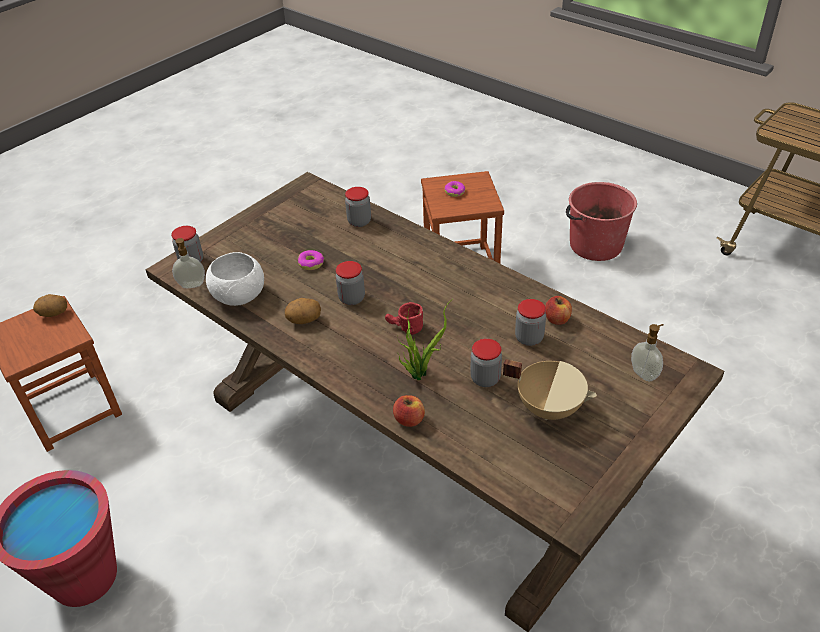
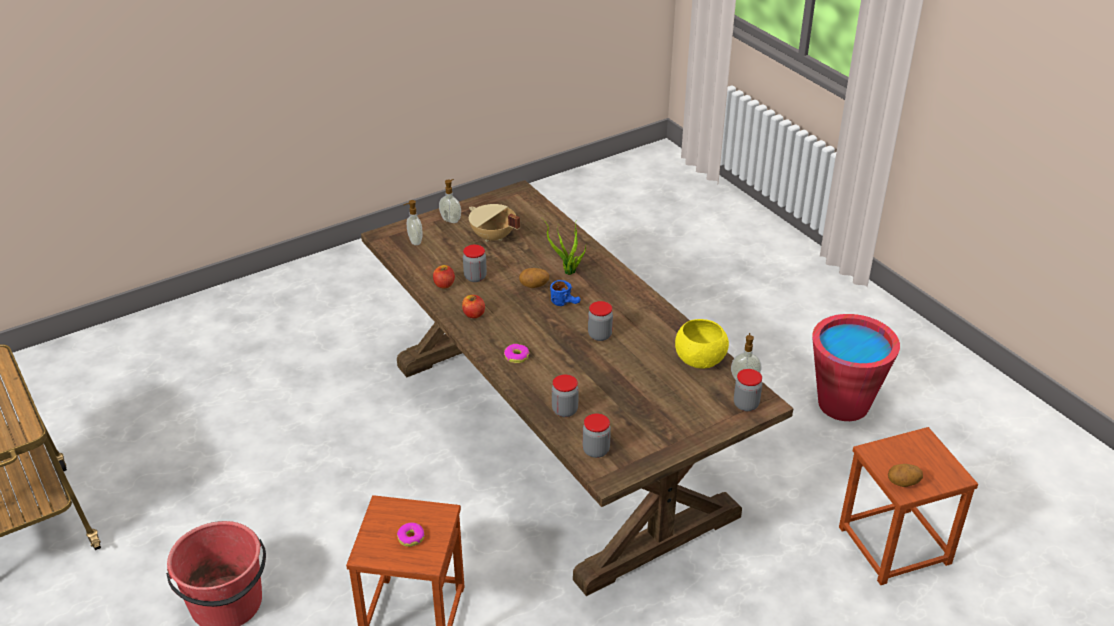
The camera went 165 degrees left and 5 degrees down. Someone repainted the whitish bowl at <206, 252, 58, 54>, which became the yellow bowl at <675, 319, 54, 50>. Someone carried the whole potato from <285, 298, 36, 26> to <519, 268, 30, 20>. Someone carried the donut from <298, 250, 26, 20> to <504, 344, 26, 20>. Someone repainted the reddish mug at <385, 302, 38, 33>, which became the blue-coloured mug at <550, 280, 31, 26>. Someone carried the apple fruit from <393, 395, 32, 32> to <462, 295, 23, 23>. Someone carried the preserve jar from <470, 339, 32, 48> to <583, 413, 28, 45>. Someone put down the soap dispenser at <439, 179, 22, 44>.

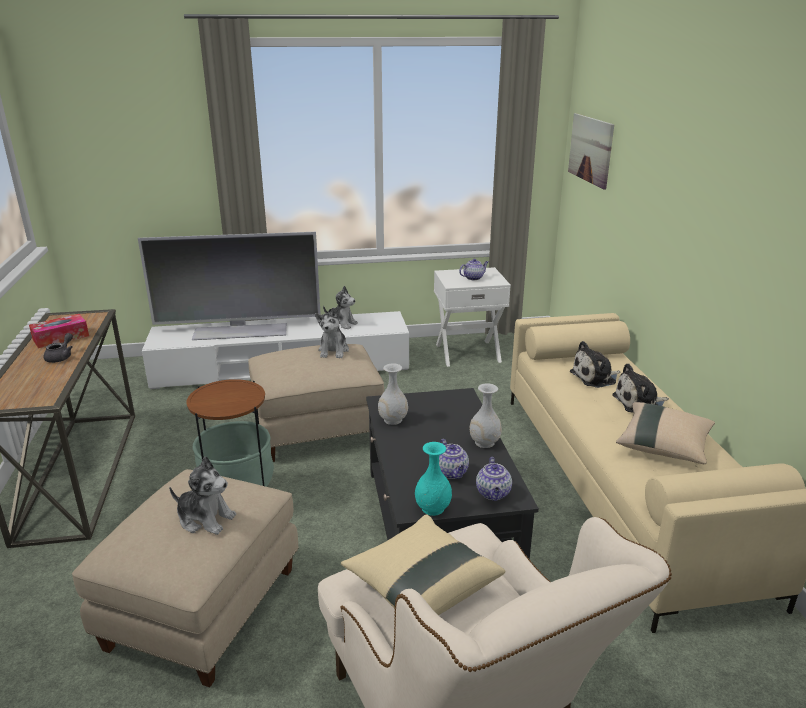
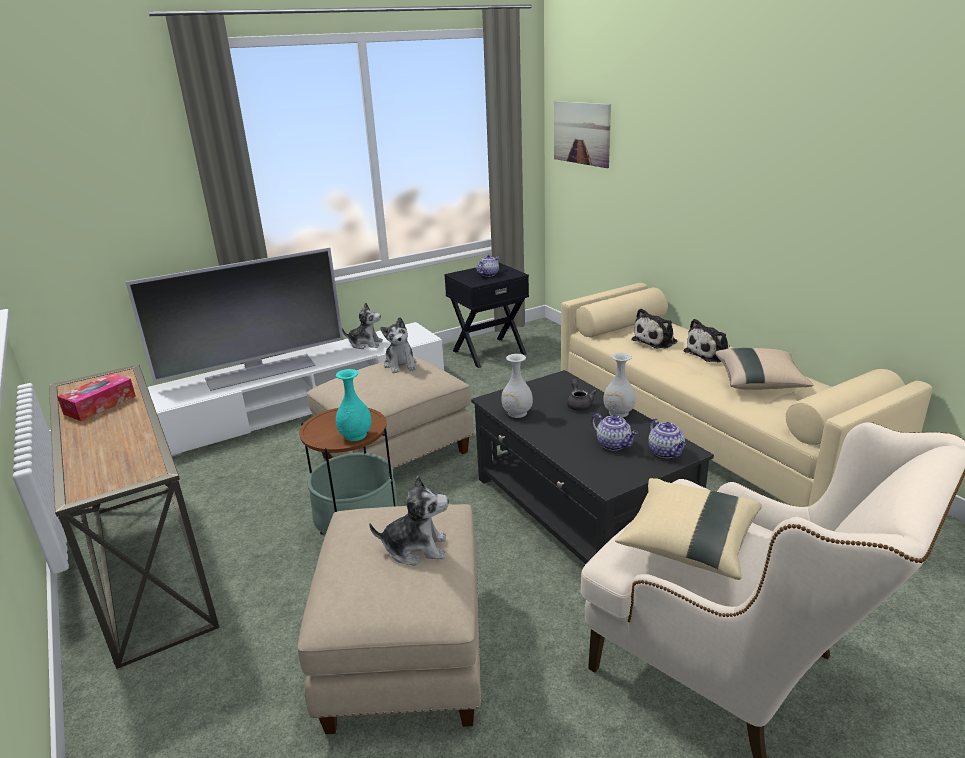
The camera went 20 degrees left and 0 degrees up. Someone carried the greyish teapot from <44, 333, 29, 30> to <567, 379, 30, 32>. Someone carried the turquoise decorative vase from <415, 442, 37, 74> to <336, 369, 36, 72>. Someone repainted the whitish night table at <434, 267, 77, 100>, which became the blackish night table at <444, 263, 85, 105>.

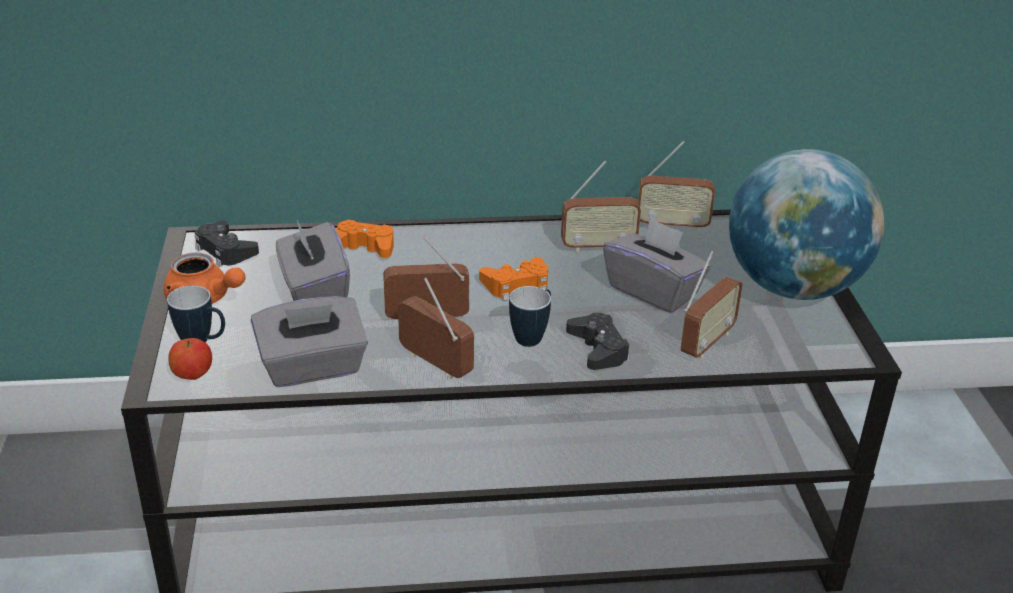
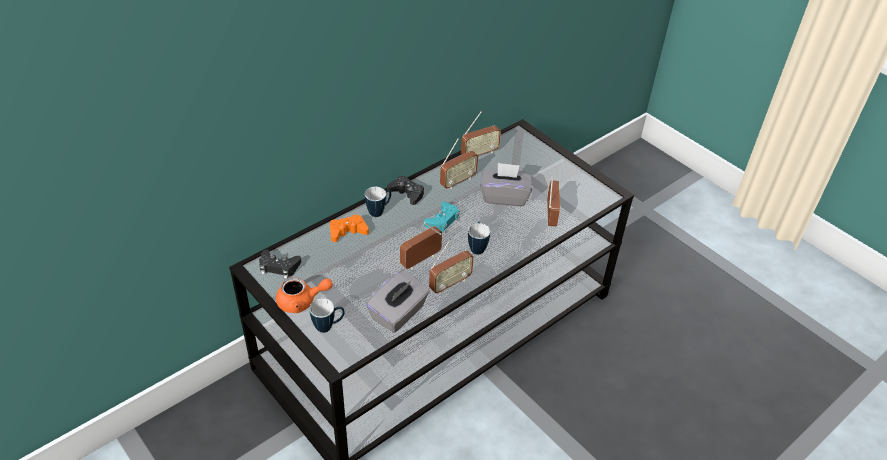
The camera went 35 degrees left and 10 degrees up. Someone took away the apple fruit at <168, 338, 44, 42>. Someone took away the greyish box of tissues at <276, 220, 74, 81>. Someone rotated the radio set at <398, 278, 76, 101> by 135 degrees clockwise. Someone repainted the orange joypad at <479, 257, 69, 44>, which became the turquoise joypad at <424, 202, 36, 31>. Someone carried the blackish joypad from <566, 313, 64, 57> to <387, 176, 37, 29>. Someone took away the globe at <729, 149, 155, 151>. Someone put down the mug at <365, 187, 26, 30>.

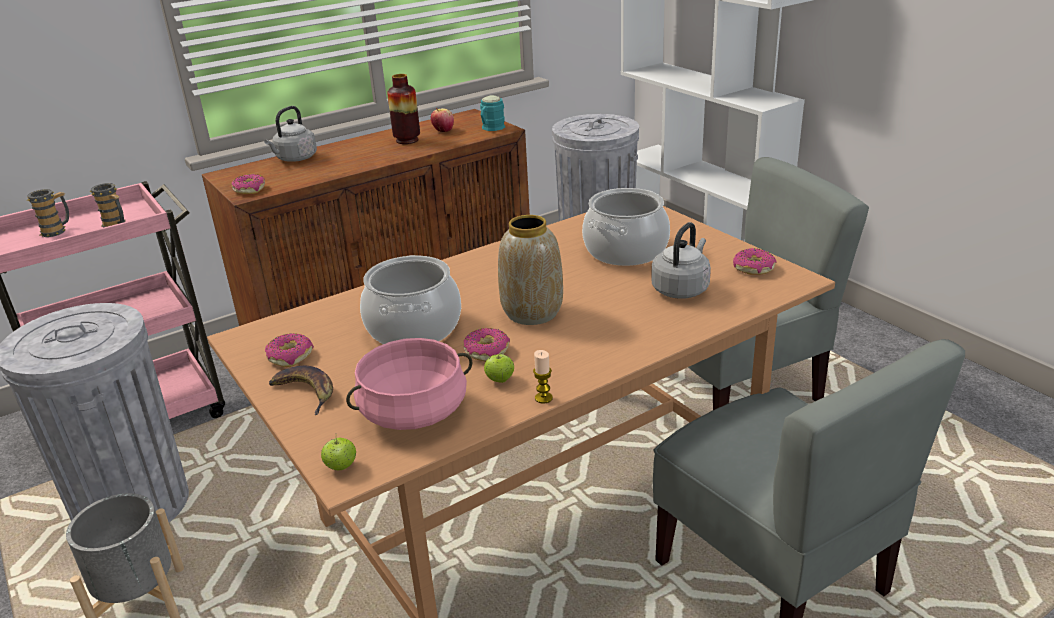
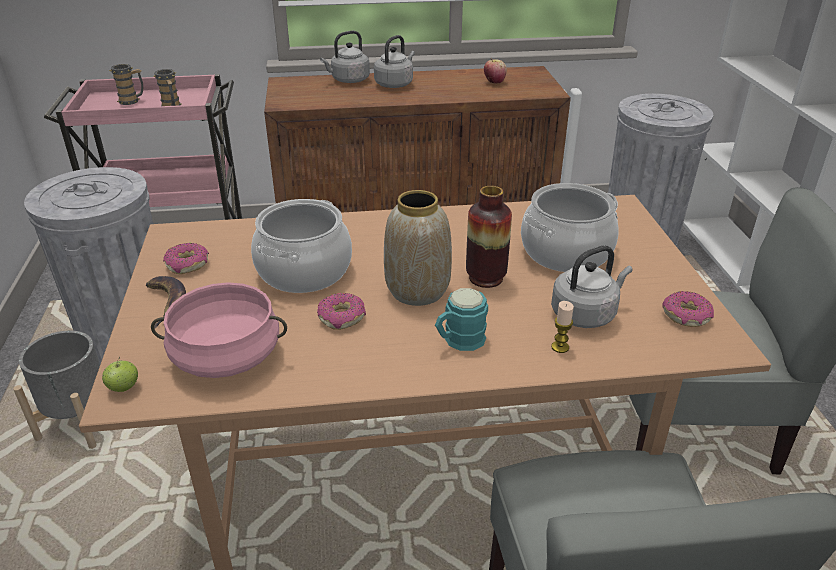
The camera went 25 degrees right and 5 degrees up. Someone took away the donut at <231, 174, 34, 20>. Someone carried the decorative vase from <387, 74, 33, 70> to <466, 186, 46, 102>. Someone carried the turquoise mug from <480, 95, 25, 36> to <435, 288, 53, 63>. Someone took away the apple fruit at <484, 352, 30, 31>. Someone carried the candle from <533, 350, 20, 54> to <551, 301, 23, 52>. Someone put down the greyish water kettle at <374, 35, 41, 53>.

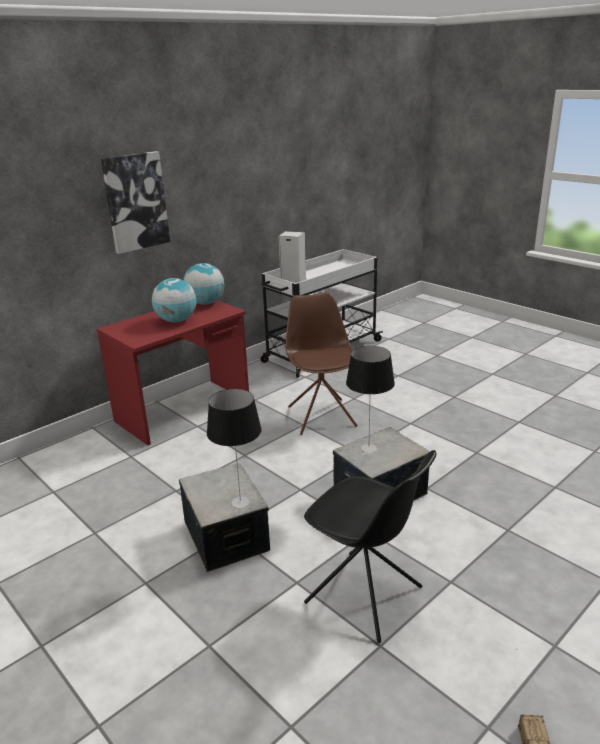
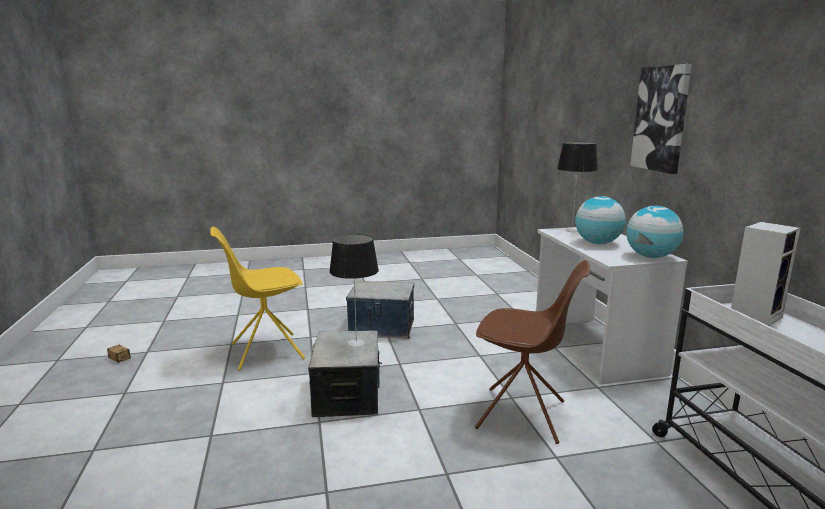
The camera went 120 degrees right and 10 degrees down. Someone repainted the reddish desk at <96, 300, 153, 145>, which became the whitish desk at <536, 227, 152, 157>. Someone carried the lamp for a table from <207, 389, 55, 119> to <557, 142, 41, 90>. Someone repainted the blackish upright chair at <304, 450, 132, 193>, which became the yellow upright chair at <210, 226, 95, 144>.

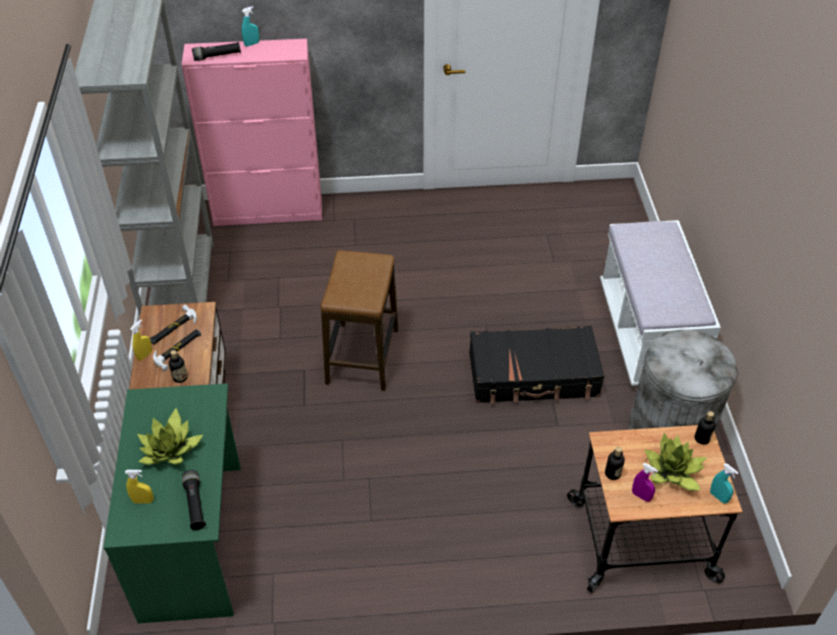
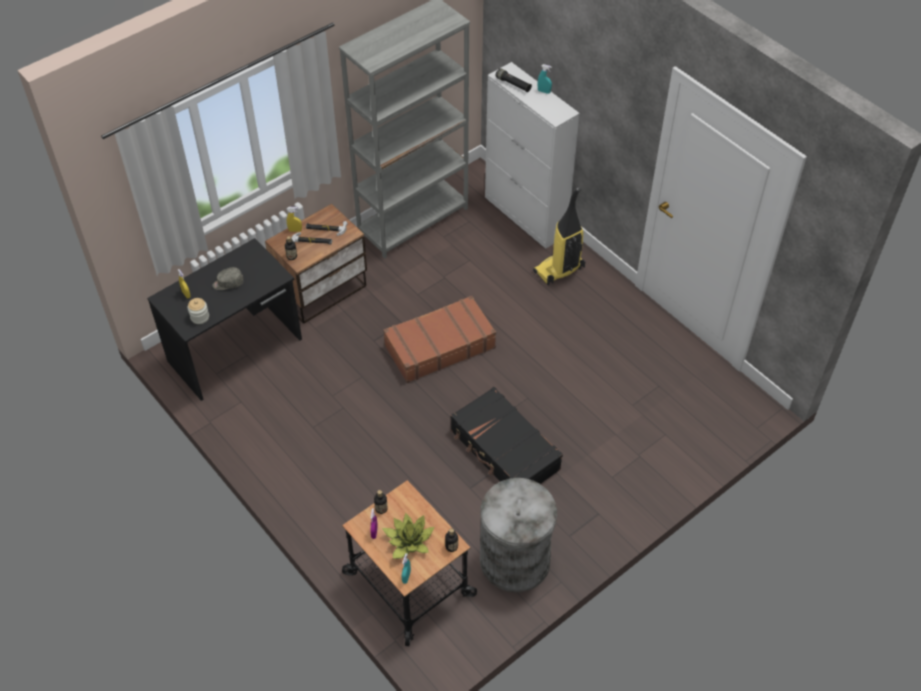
The camera went 55 degrees right and 5 degrees up. Someone repainted the greenish desk at <104, 383, 137, 240>, which became the blackish desk at <147, 238, 155, 163>. Someone swapped the houseplant at <137, 408, 67, 57> for the greyish cap at <213, 267, 31, 23>. Someone repainted the pinkish cabinet at <181, 39, 141, 187>, which became the whitish cabinet at <485, 62, 95, 187>. Someone swapped the blackish hand torch at <182, 470, 24, 60> for the preserve jar at <187, 298, 22, 26>. Someone swapped the stool seat at <320, 250, 78, 141> for the brown travel case at <383, 295, 113, 88>. Someone took away the whitish bench at <600, 220, 121, 166>. Someone put down the hoover at <533, 187, 52, 99>.

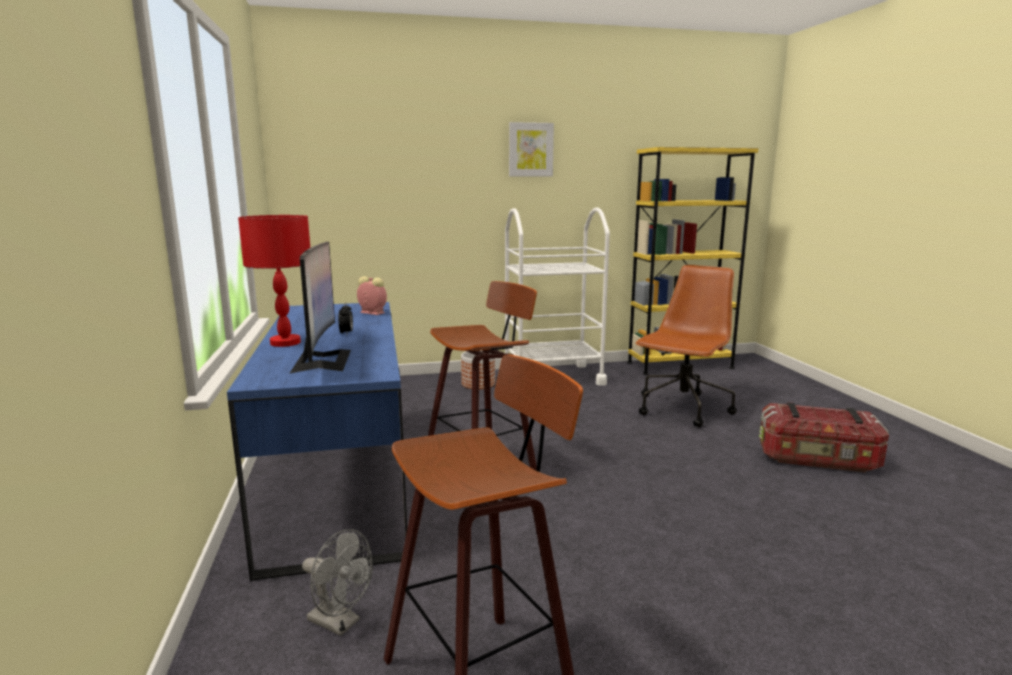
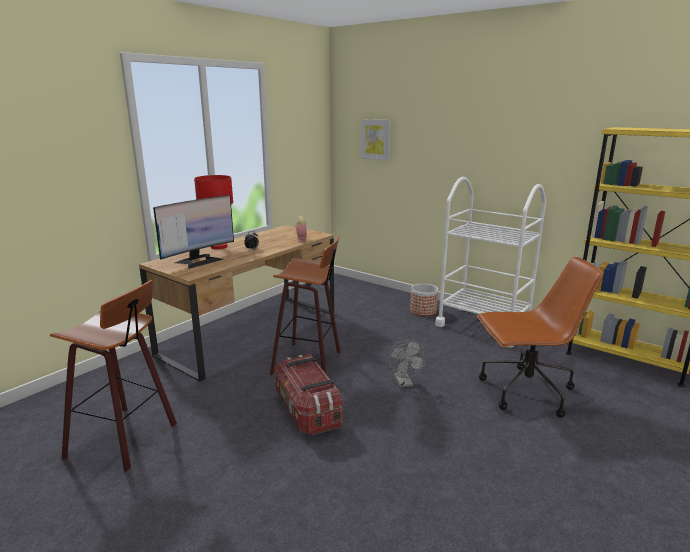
The camera went 50 degrees right and 5 degrees up. Someone repainted the blue-coloured desk at <227, 302, 180, 280>, which became the brown desk at <139, 225, 195, 157>. Someone carried the greyish electric fan from <302, 529, 71, 107> to <388, 340, 38, 47>. Someone carried the wall picture from <509, 122, 45, 55> to <361, 119, 29, 42>. Someone carried the storage container from <759, 402, 130, 71> to <274, 354, 68, 81>.

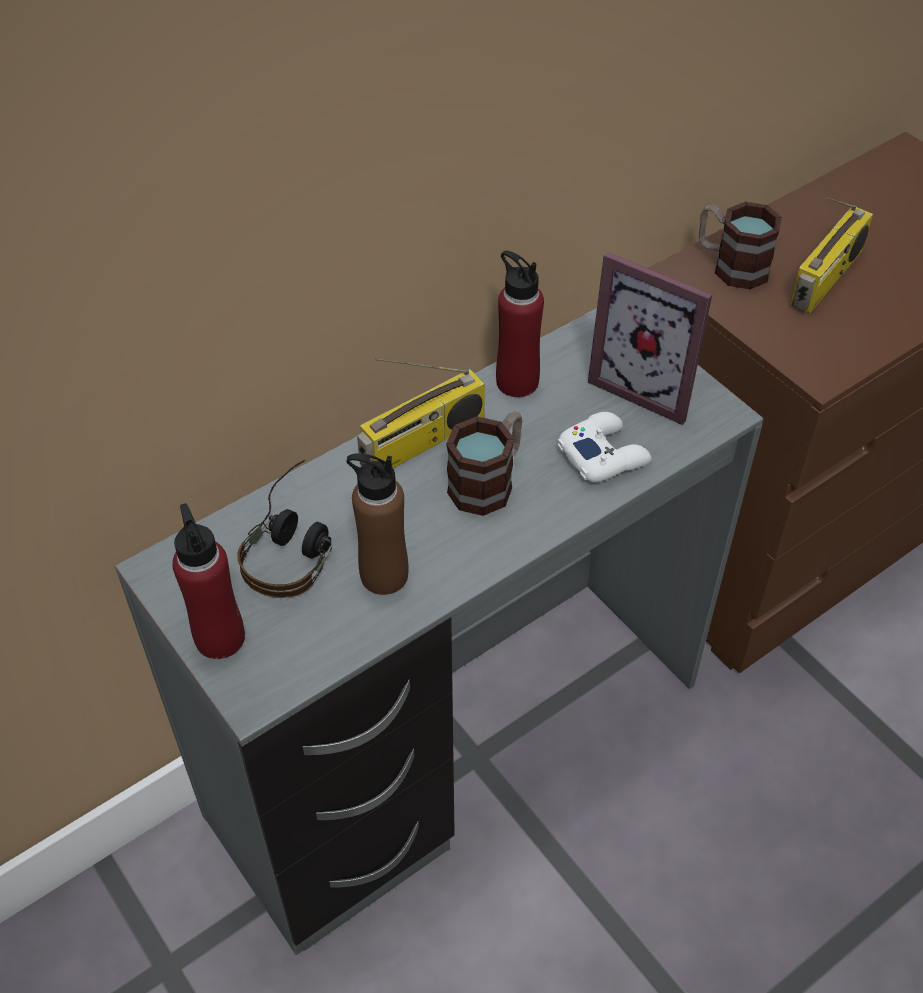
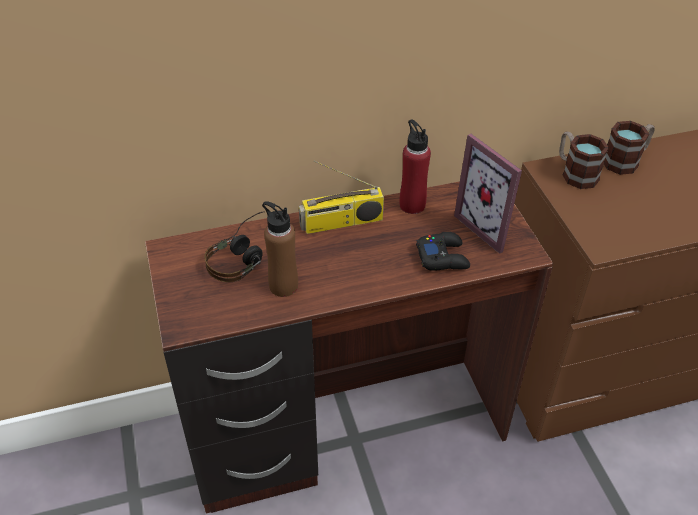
The camera went 20 degrees right and 5 degrees down. Someone repainted the greyish desk at <115, 308, 648, 647>, which became the brown desk at <145, 181, 408, 332>. Someone took away the reddish beverage bottle at <172, 503, 73, 156>. Someone carried the mug from <446, 411, 76, 105> to <604, 121, 51, 54>. Someone repainted the whitish joypad at <557, 412, 94, 70>, which became the blackish joypad at <416, 232, 54, 39>. Someone took away the radio set at <790, 197, 83, 116>.

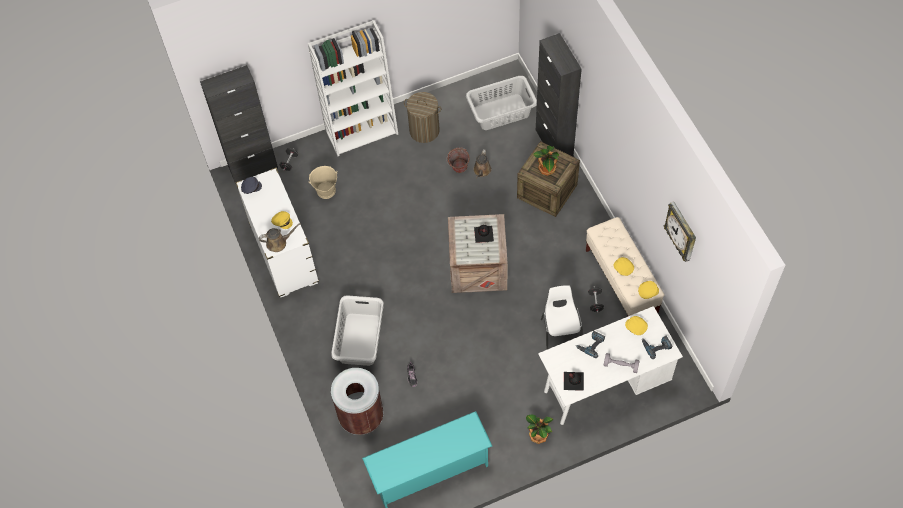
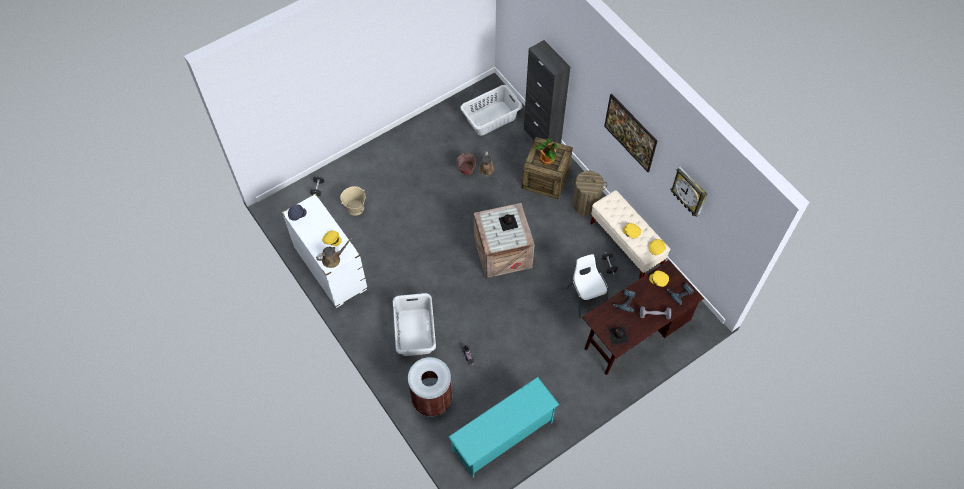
The camera went 15 degrees left and 0 degrees up. Someone took away the blackish cabinet at <200, 65, 78, 119>. Someone took away the whitish bookshelf at <308, 20, 90, 136>. Someone carried the hamper from <404, 92, 37, 51> to <572, 171, 36, 45>. Someone took away the houseplant at <526, 414, 28, 30>. Someone repainted the whitish desk at <538, 306, 145, 119>, which became the brown desk at <582, 260, 122, 115>. Someone put up the wall picture at <604, 94, 53, 78>.

